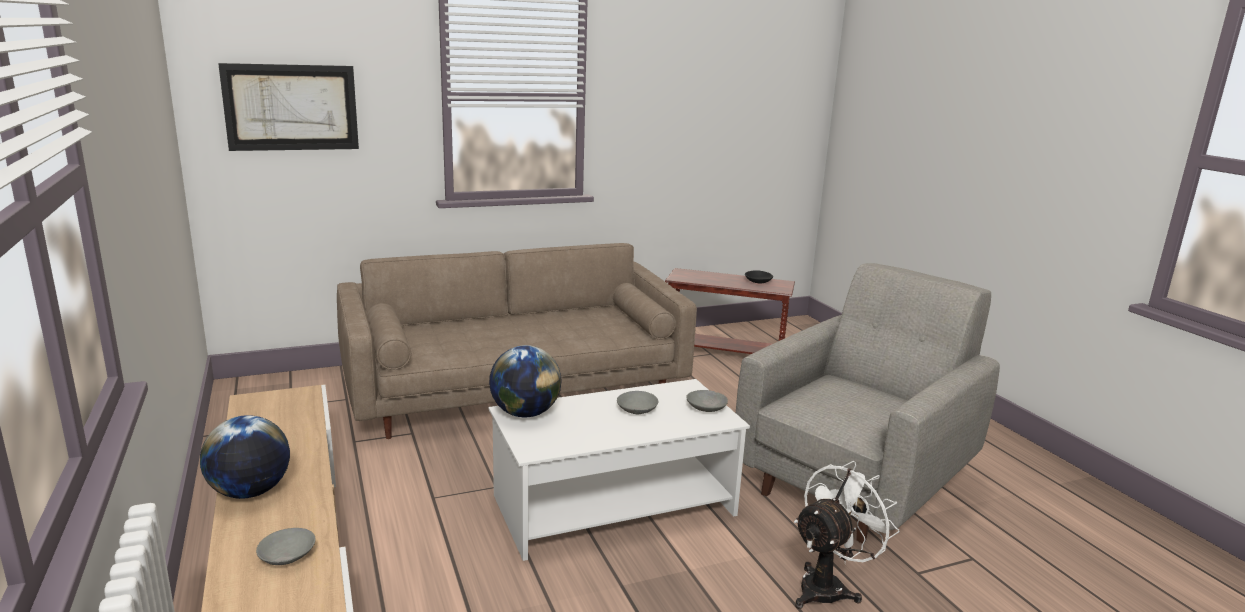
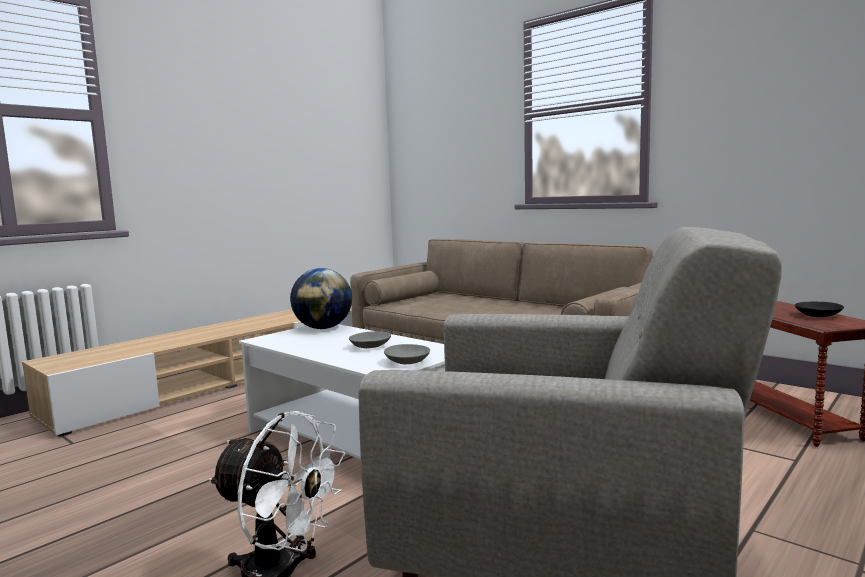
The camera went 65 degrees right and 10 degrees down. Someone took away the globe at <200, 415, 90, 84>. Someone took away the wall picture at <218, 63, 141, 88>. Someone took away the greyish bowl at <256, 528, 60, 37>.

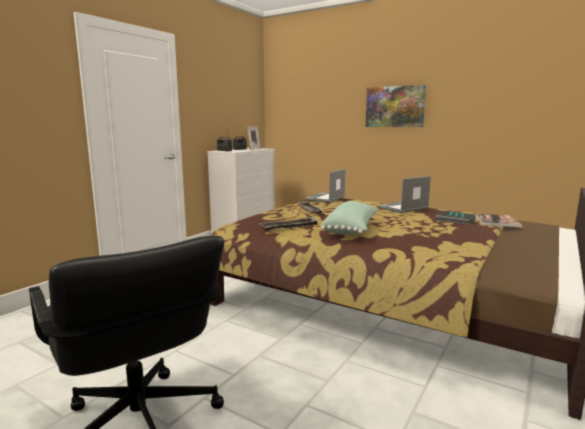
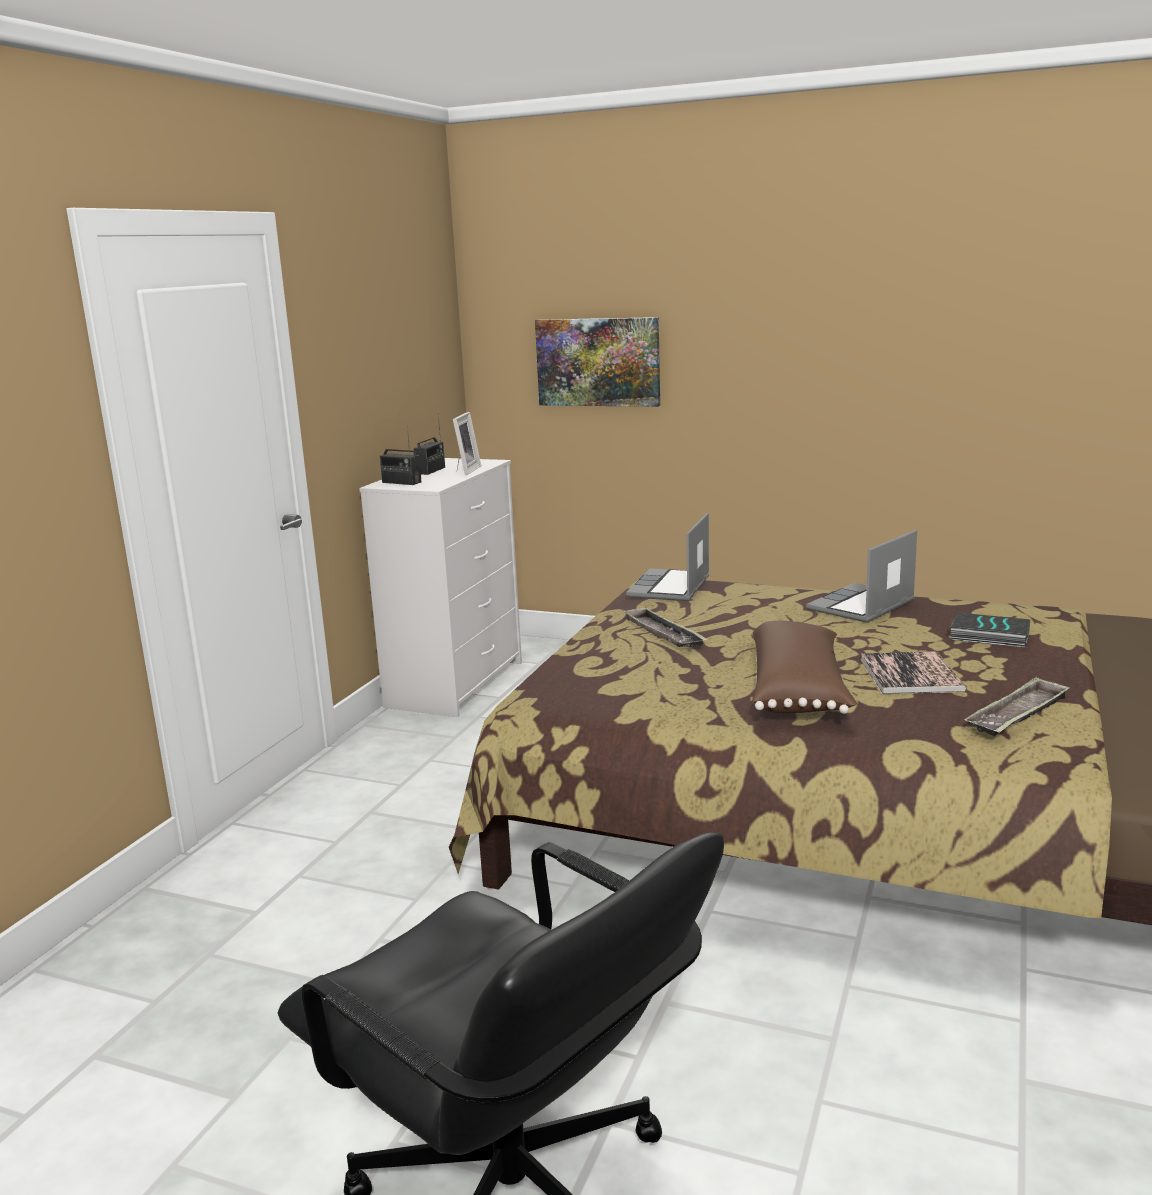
The camera went 10 degrees left and 5 degrees up. Someone carried the serving tray from <258, 216, 60, 14> to <964, 677, 106, 59>. Someone repainted the greenish pillow at <321, 201, 57, 34>, which became the brown pillow at <752, 621, 105, 93>. Someone carried the wall picture from <366, 85, 60, 42> to <535, 317, 125, 90>. Someone carried the book from <475, 214, 48, 13> to <861, 651, 106, 43>.

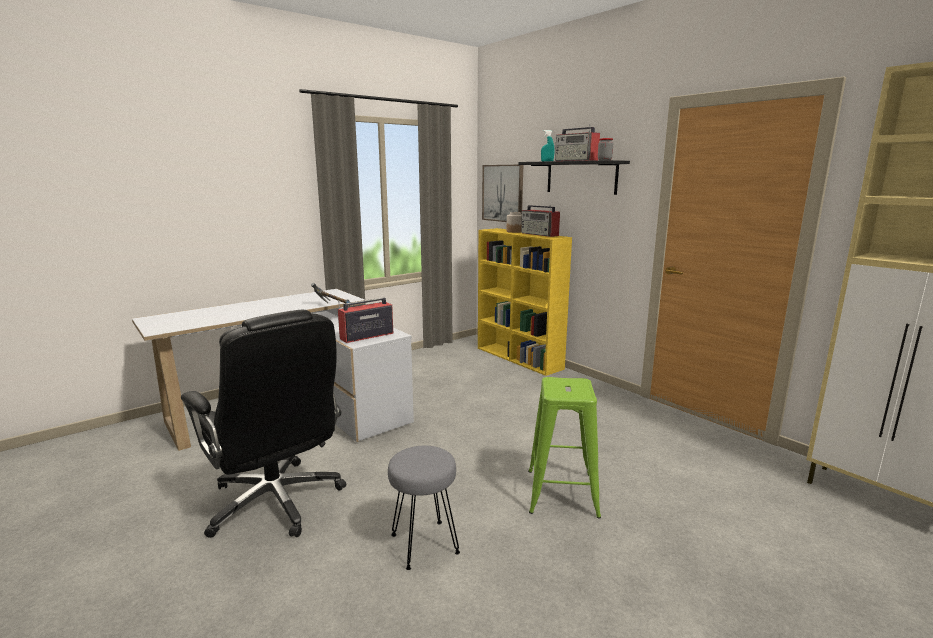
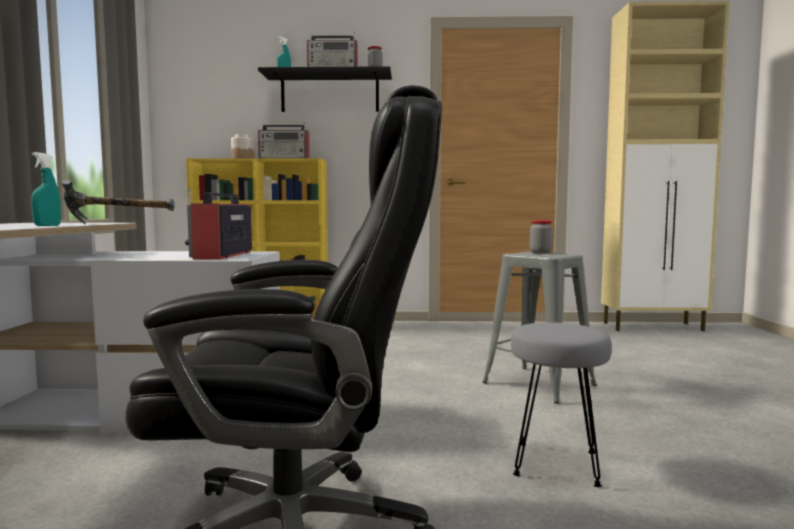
The camera went 50 degrees left and 10 degrees down. Someone took away the wall picture at <482, 165, 41, 57>. Someone repainted the greenish stool seat at <528, 377, 73, 142>, which became the greyish stool seat at <482, 251, 115, 153>. Someone put down the turquoise spray bottle at <31, 152, 30, 74>. Someone put down the preserve jar at <530, 220, 23, 33>.

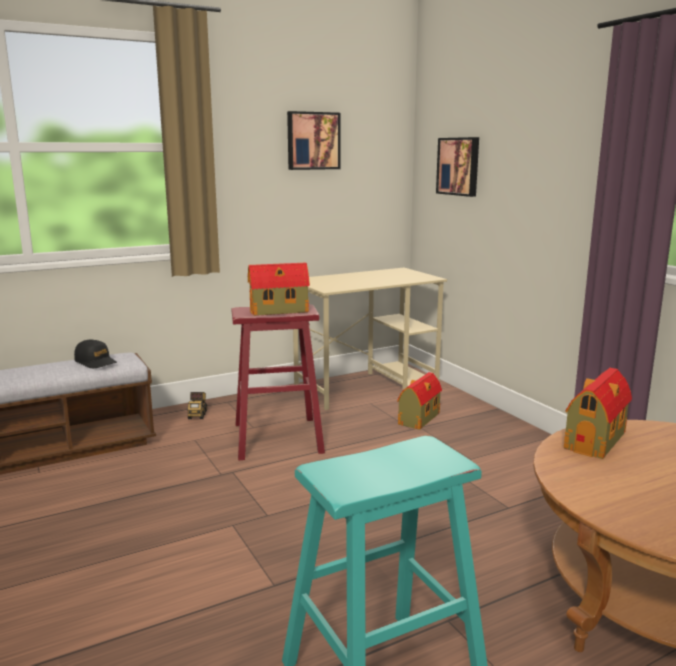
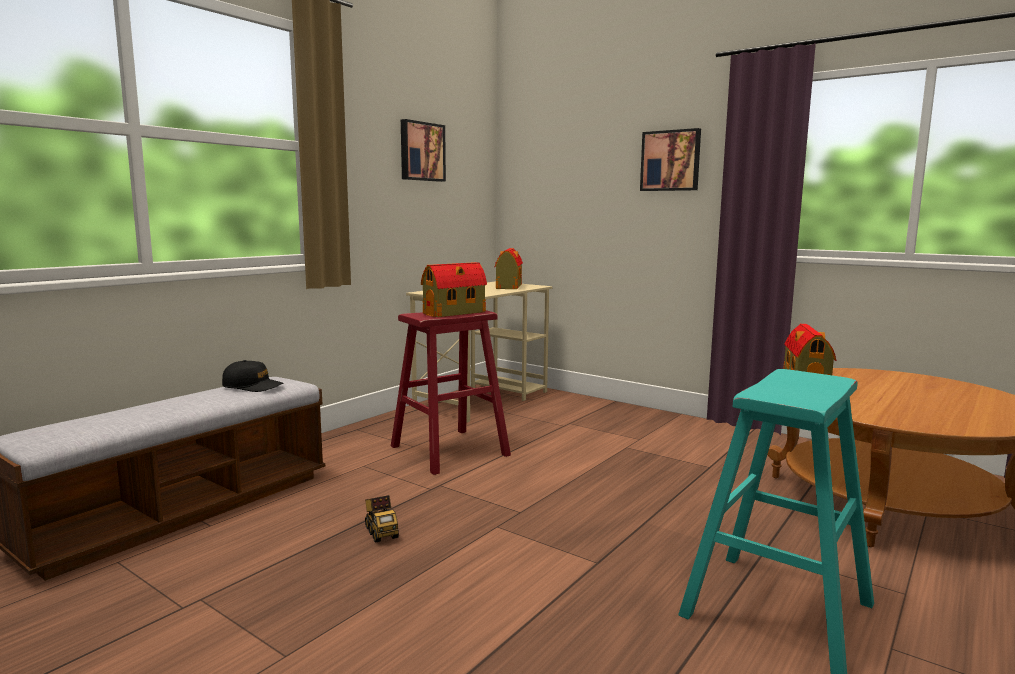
The camera went 25 degrees left and 5 degrees down. Someone carried the model truck from <188, 392, 19, 27> to <365, 495, 34, 48>. Someone carried the toy house from <397, 372, 45, 58> to <495, 248, 28, 41>. Someone carried the wall picture from <436, 137, 43, 60> to <640, 128, 61, 63>.

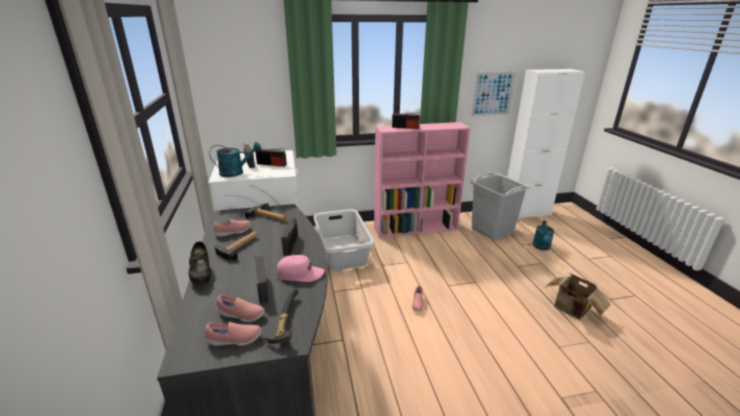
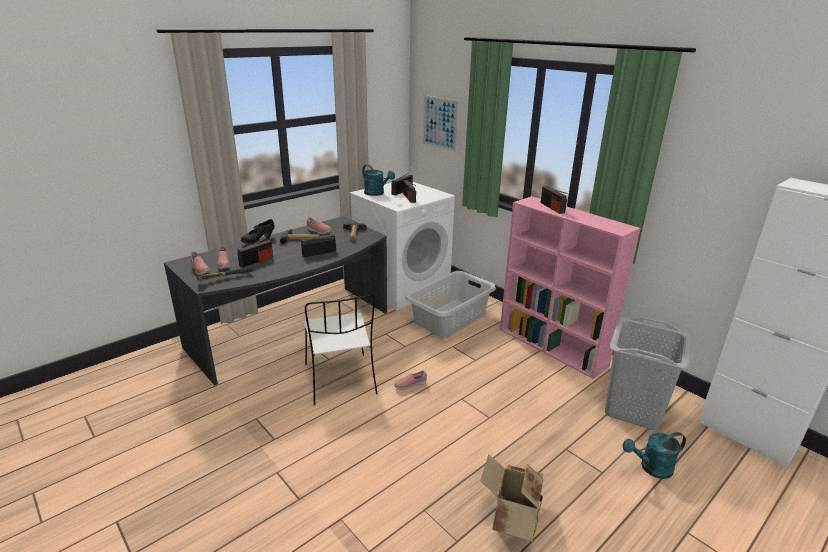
The camera went 60 degrees right and 0 degrees up. Someone took away the pinkish cap at <277, 255, 47, 27>. Someone carried the wall picture from <470, 71, 46, 46> to <423, 95, 36, 57>. Someone put down the whitish upright chair at <303, 295, 75, 110>.

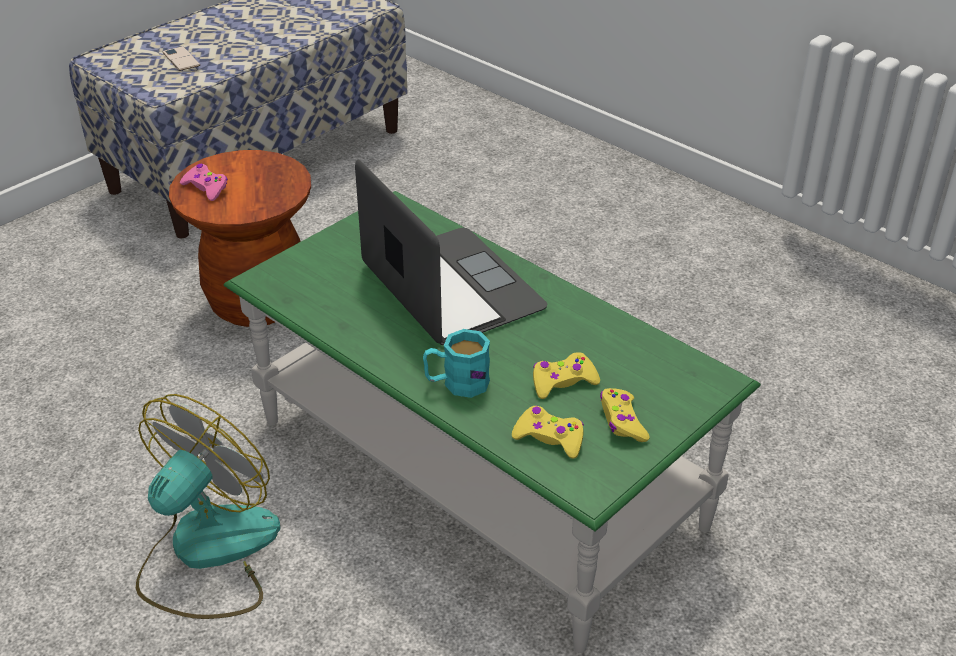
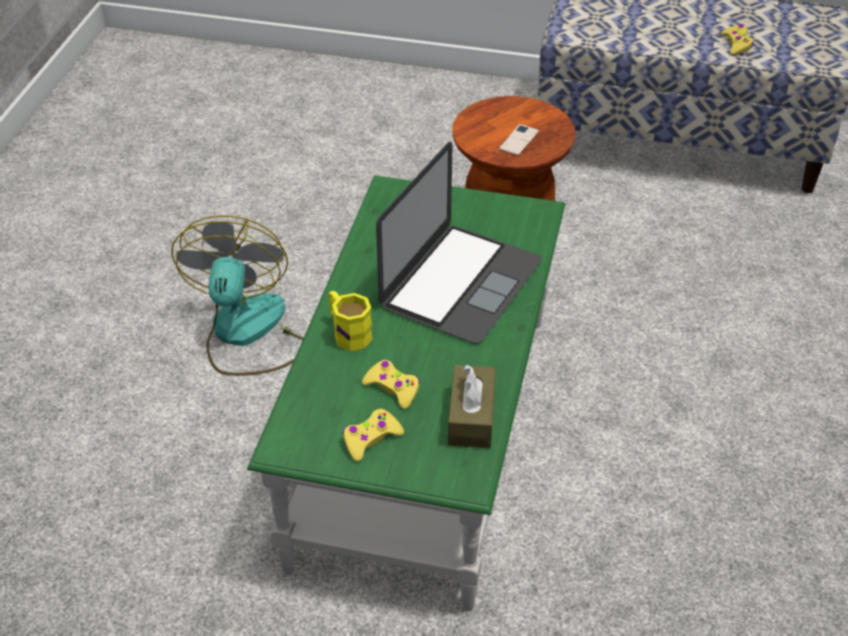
The camera went 60 degrees right and 5 degrees up. Someone rotated the electric fan at <136, 394, 145, 225> by 90 degrees counterclockwise. Someone carried the phone from <162, 46, 38, 25> to <498, 124, 41, 32>. Someone took away the pinkish joypad at <180, 164, 48, 37>. Someone repainted the turquoise mug at <423, 329, 67, 69>, which became the yellow mug at <329, 291, 44, 60>. Someone carried the yellow joypad from <512, 406, 72, 53> to <721, 24, 33, 31>. Someone put down the brown box of tissues at <448, 364, 48, 84>.

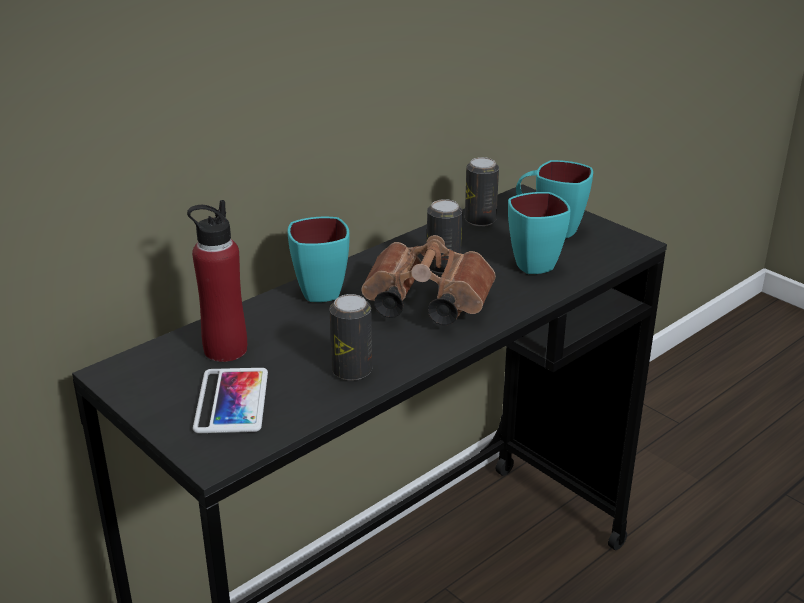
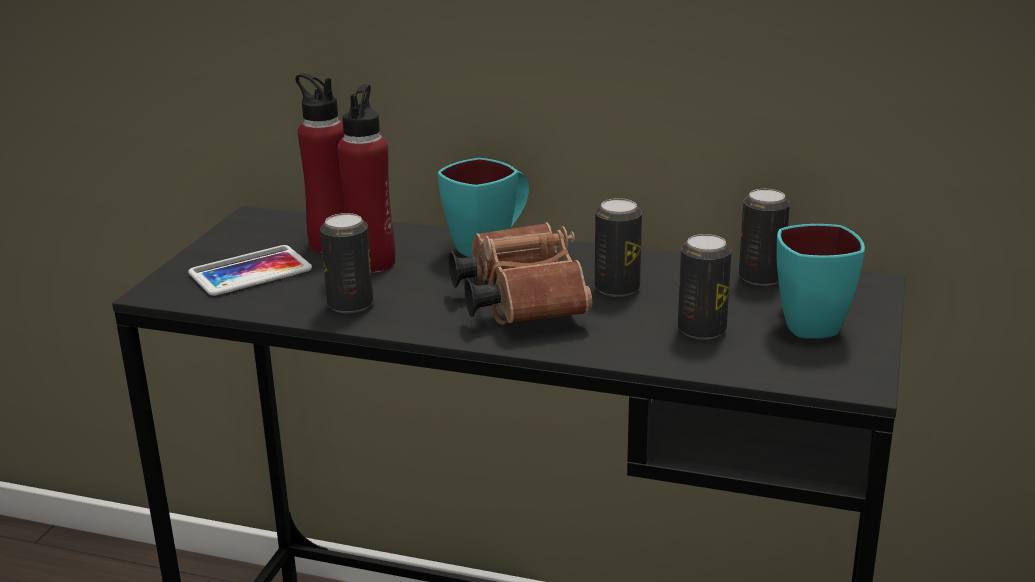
The camera went 60 degrees right and 5 degrees down. Someone swapped the turquoise mug at <508, 192, 63, 82> for the can at <678, 234, 54, 106>. Someone put down the reddish beverage bottle at <338, 84, 57, 189>.

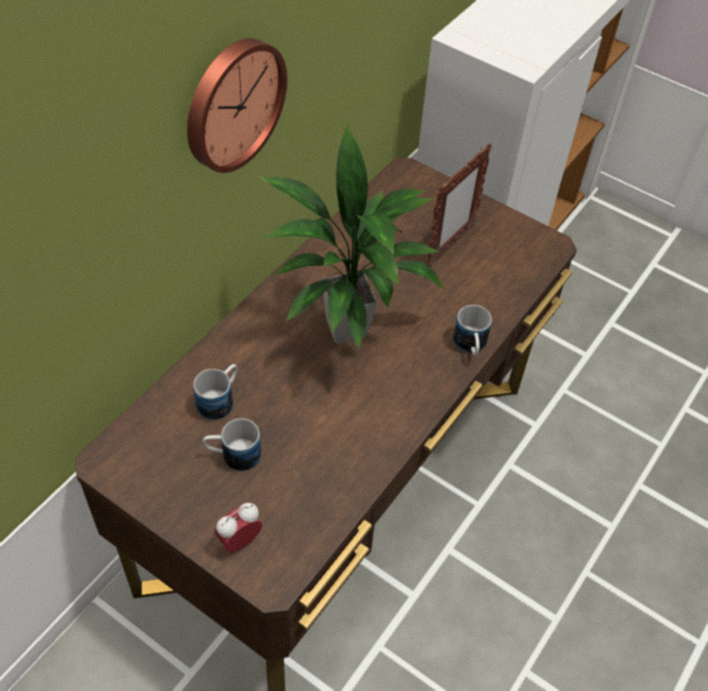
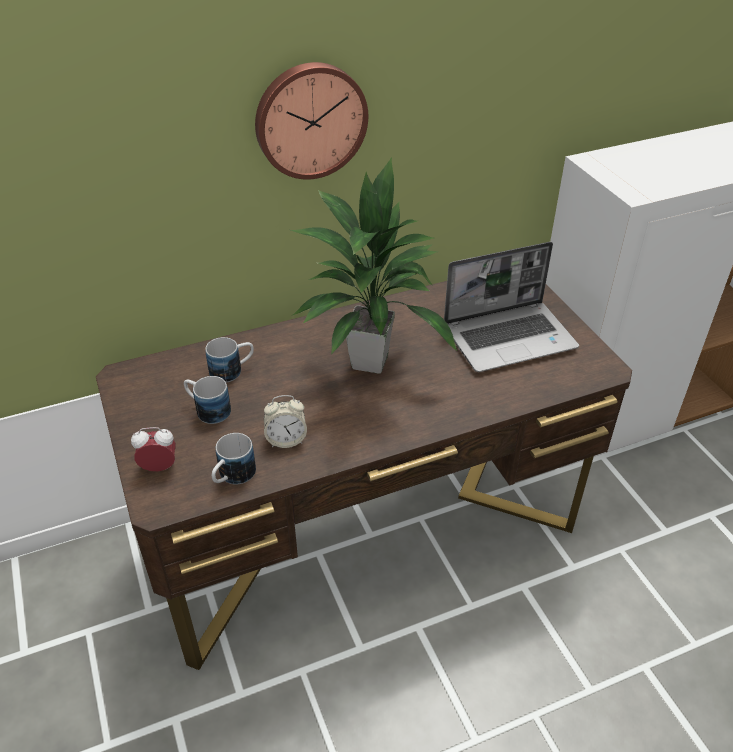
The camera went 35 degrees right and 10 degrees down. Someone swapped the picture frame at <427, 143, 65, 124> for the notebook computer at <444, 242, 135, 130>. Someone carried the mug from <453, 305, 39, 51> to <212, 433, 44, 52>. Someone put down the bedside clock at <264, 395, 43, 53>.

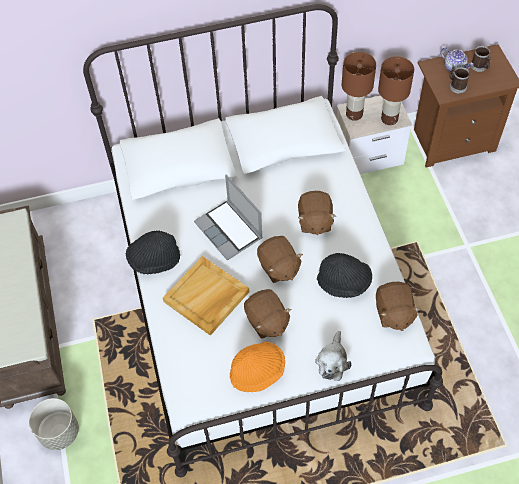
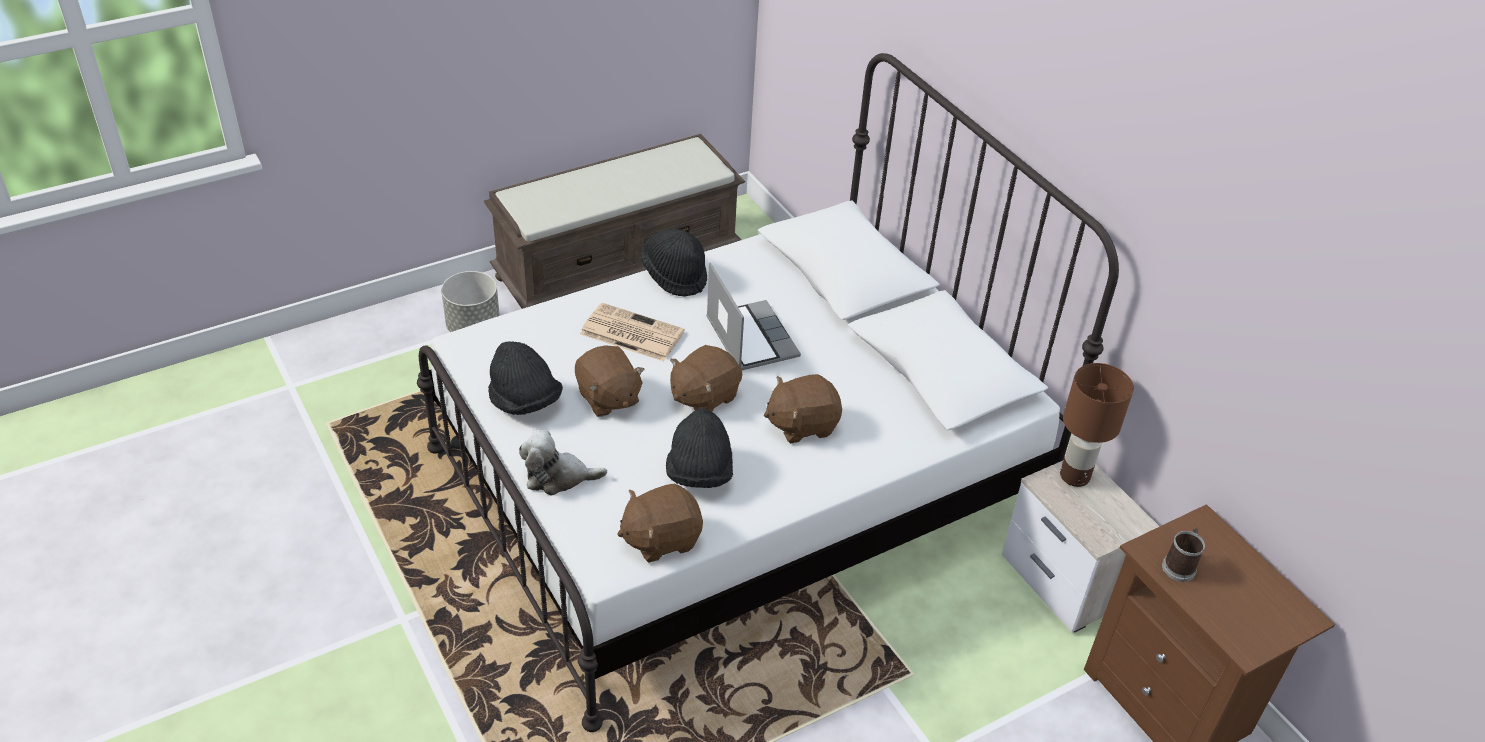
The camera went 70 degrees right and 15 degrees down. Someone swapped the beige serving tray at <163, 256, 86, 80> for the printed paper at <580, 303, 105, 58>. Someone rotated the notebook computer at <194, 174, 69, 87> by 120 degrees clockwise. Someone repainted the orange hat at <230, 342, 55, 50>, which became the blackish hat at <488, 341, 75, 74>. Someone rotated the brown plush toy at <244, 289, 48, 50> by 75 degrees counterclockwise. Someone took away the brown lamp for a table at <378, 56, 36, 69>. Someone took away the teapot at <440, 48, 33, 25>. Someone took away the mug at <470, 46, 21, 26>.

